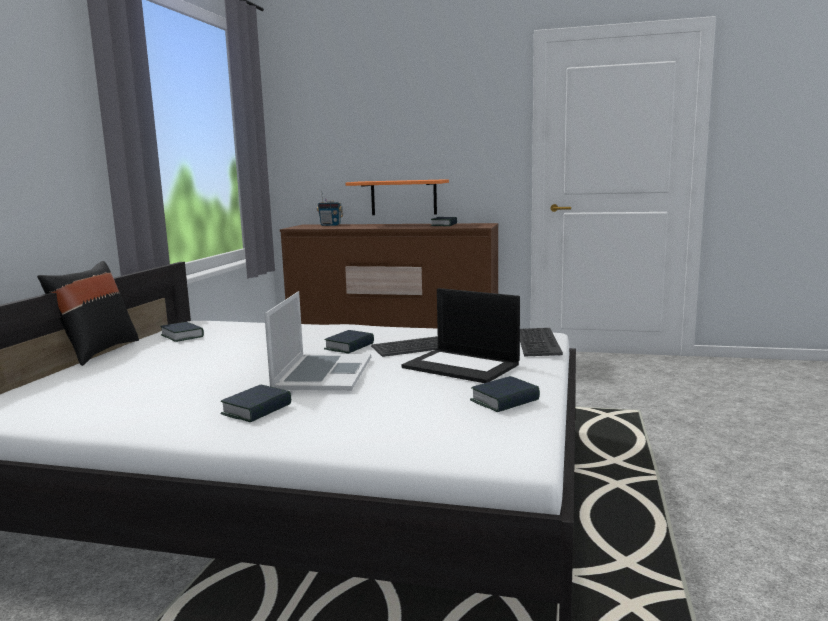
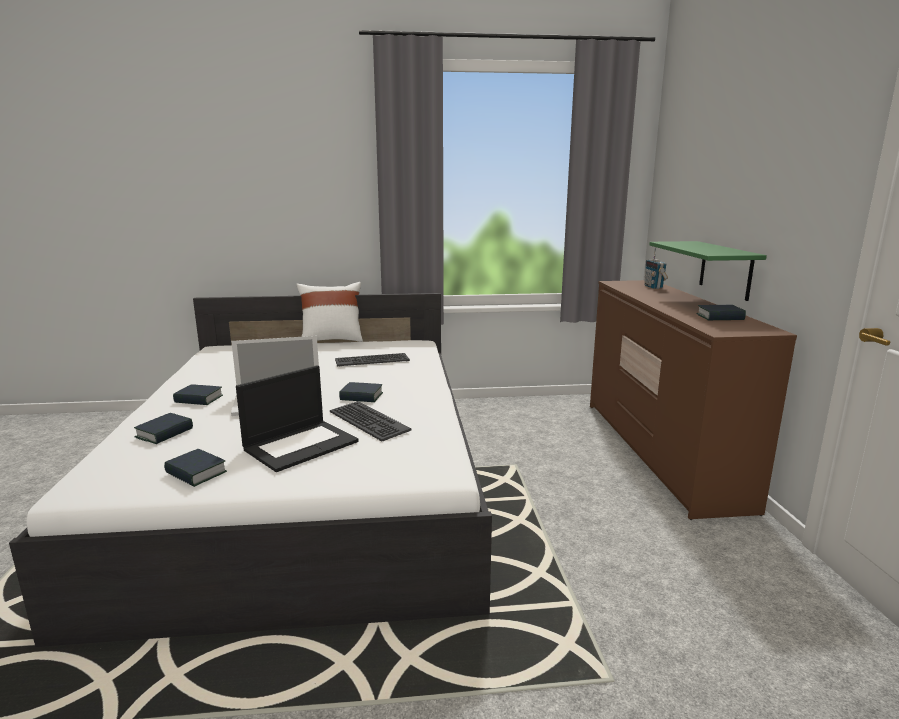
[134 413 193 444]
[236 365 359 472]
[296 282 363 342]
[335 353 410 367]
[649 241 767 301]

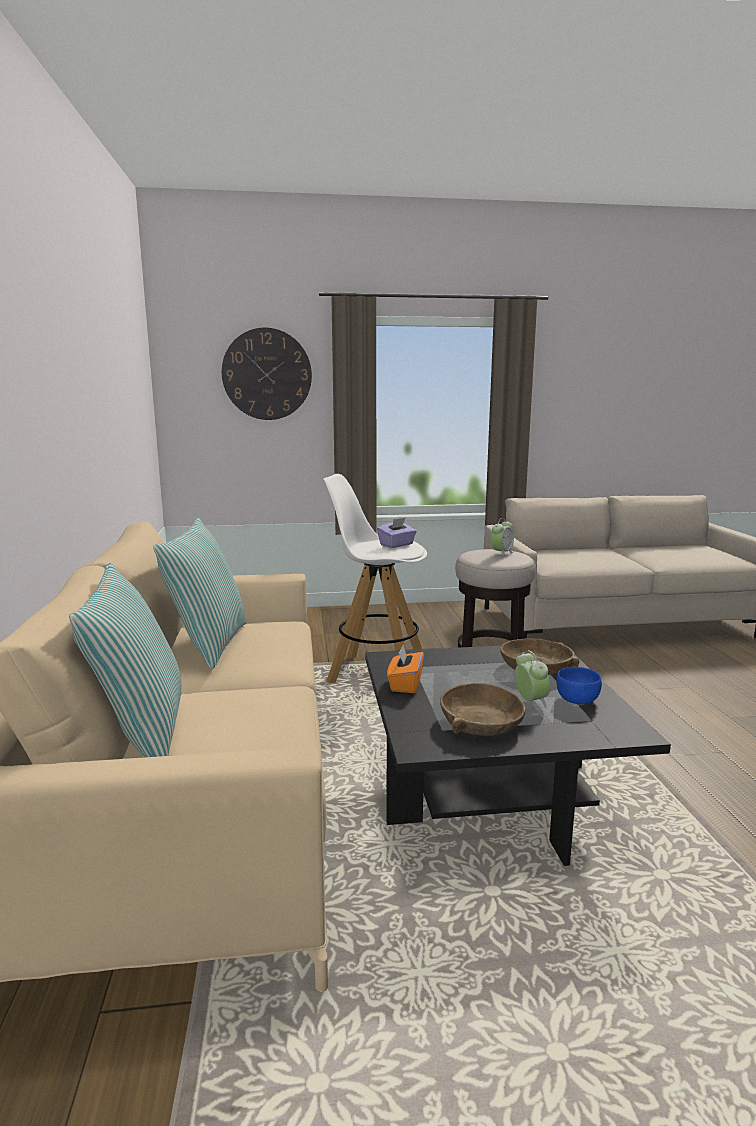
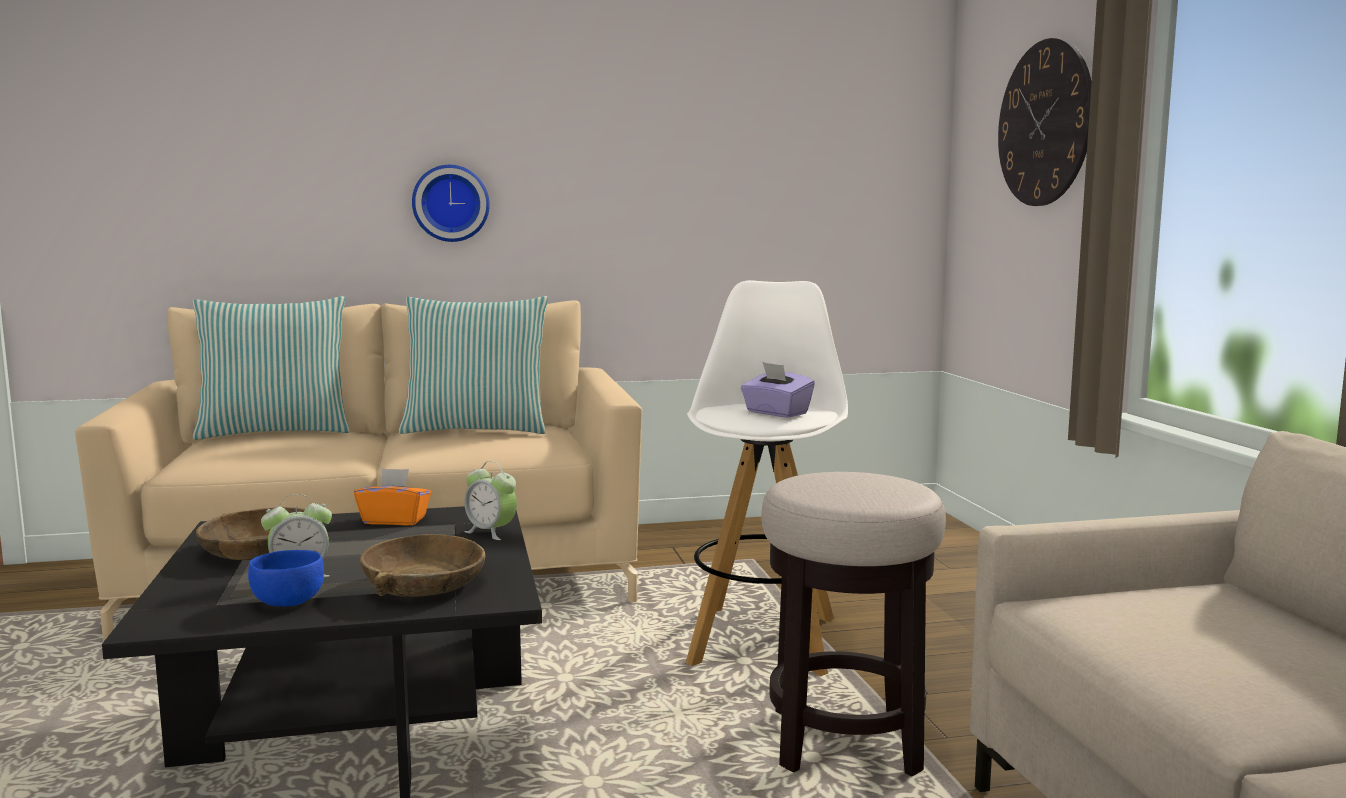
[412 165 490 242]
[464 461 517 540]

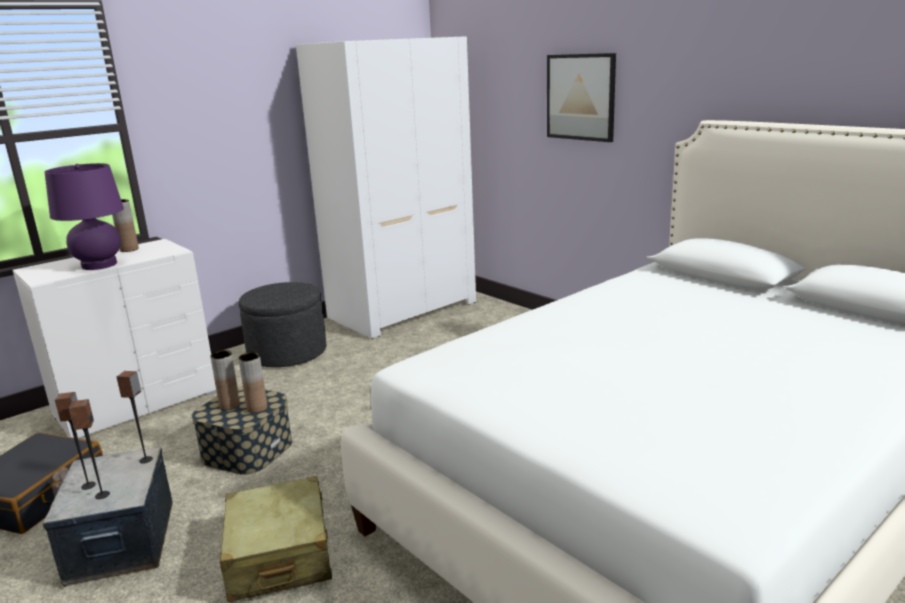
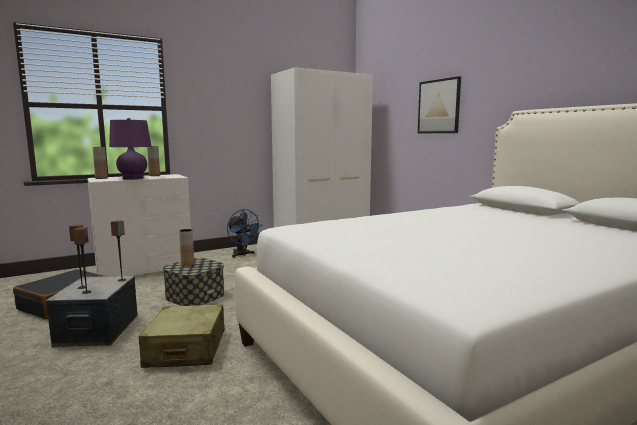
[92 147 108 179]
[227 209 262 258]

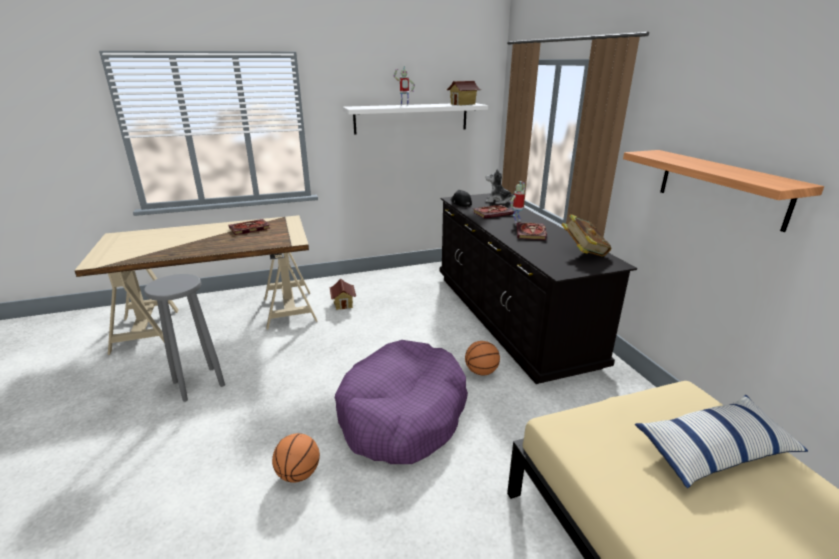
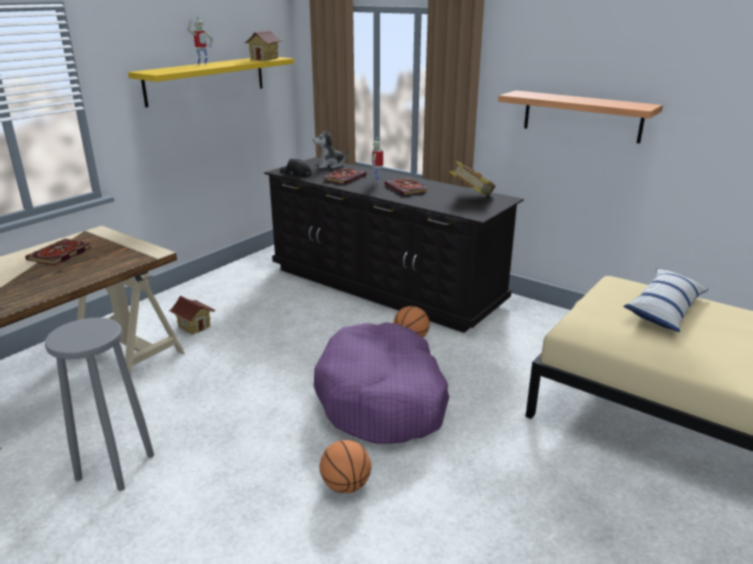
[128 57 294 107]

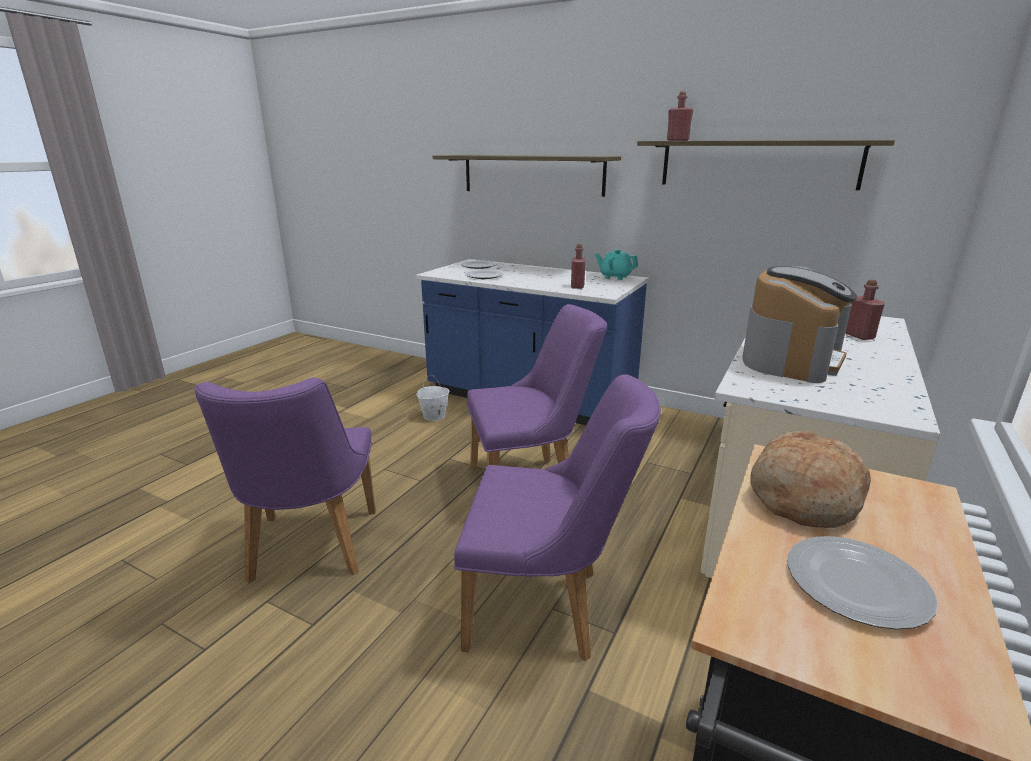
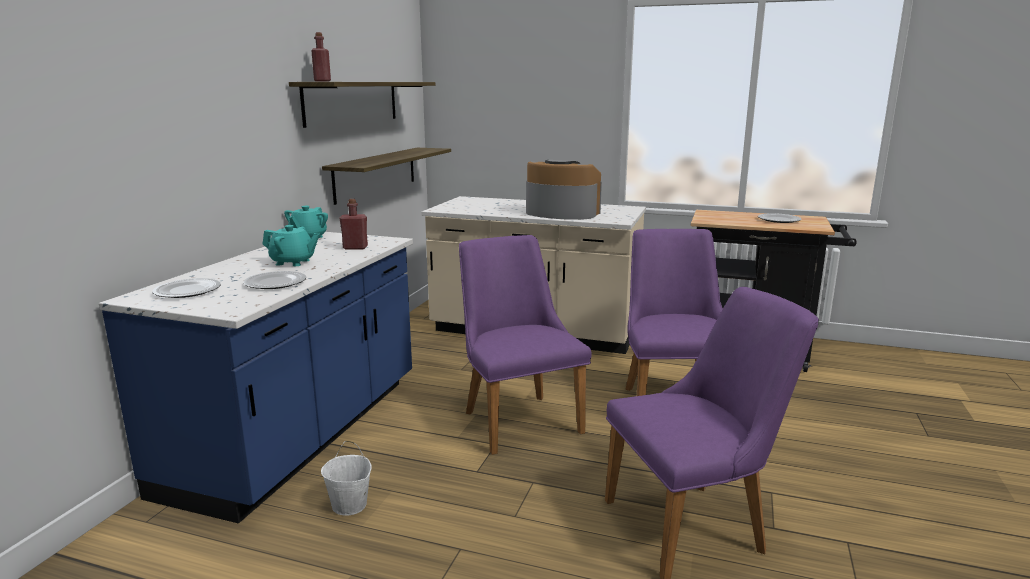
[263 225 320 266]
[322 148 451 205]
[751 431 871 528] (first image)
[845 280 885 340] (first image)

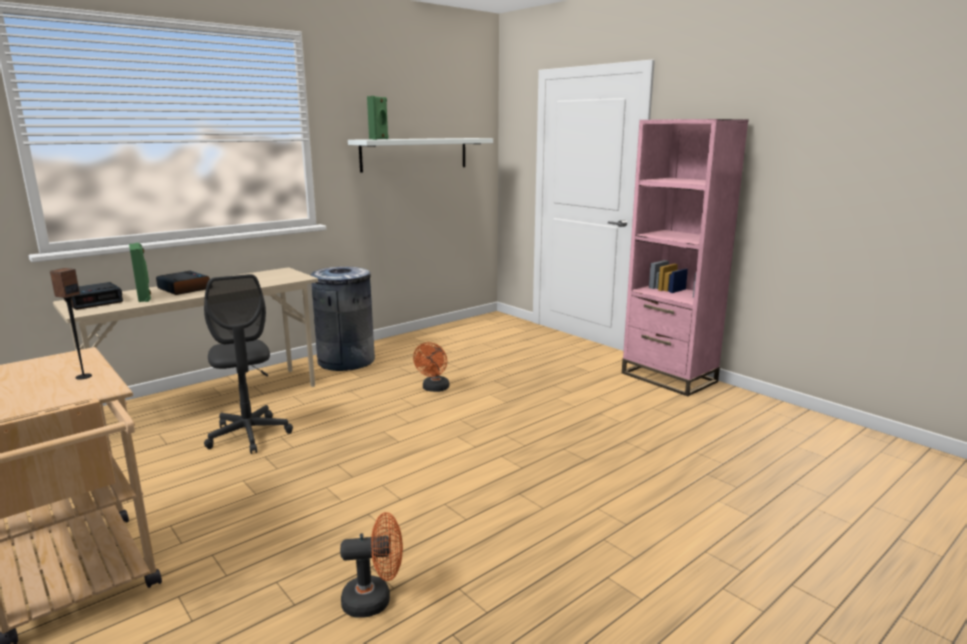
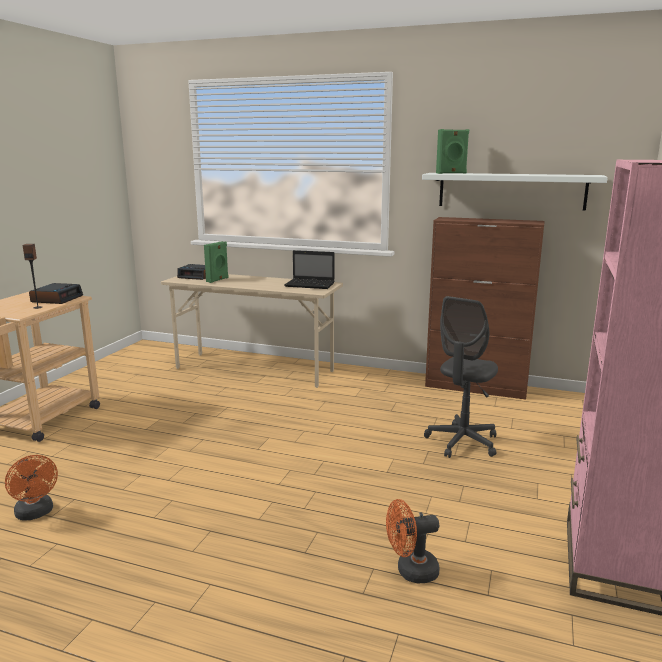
[29 283 83 304]
[284 250 335 289]
[386 499 440 584]
[424 296 498 458]
[425 217 545 400]
[308 267 375 371] (first image)

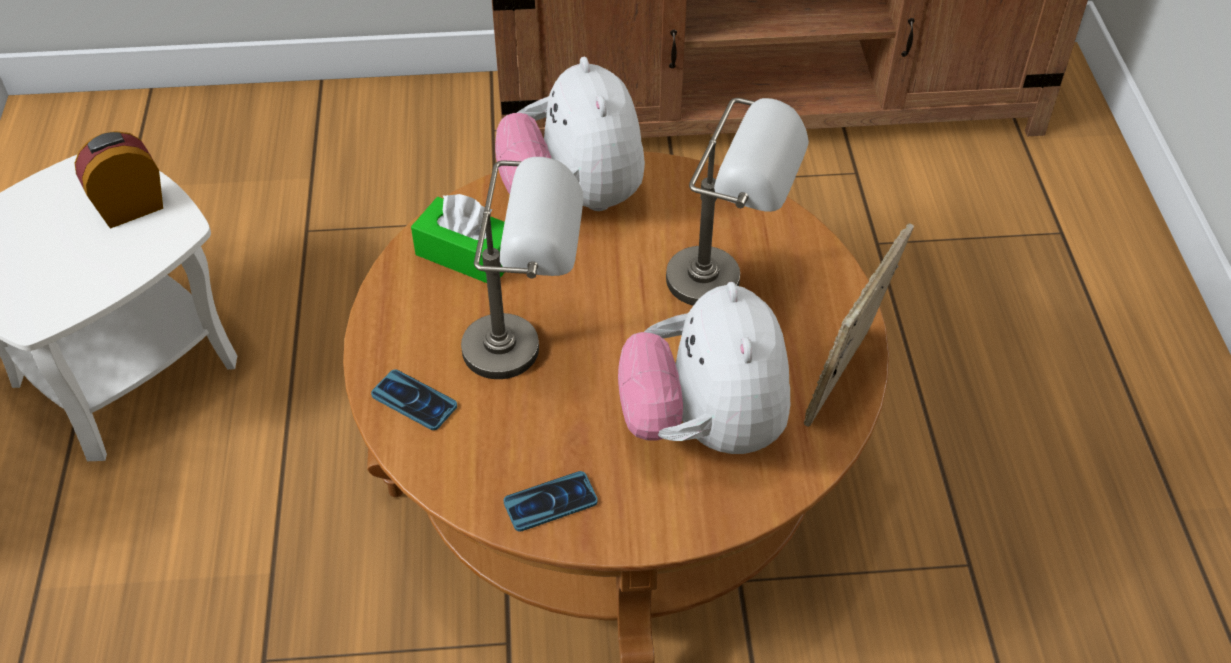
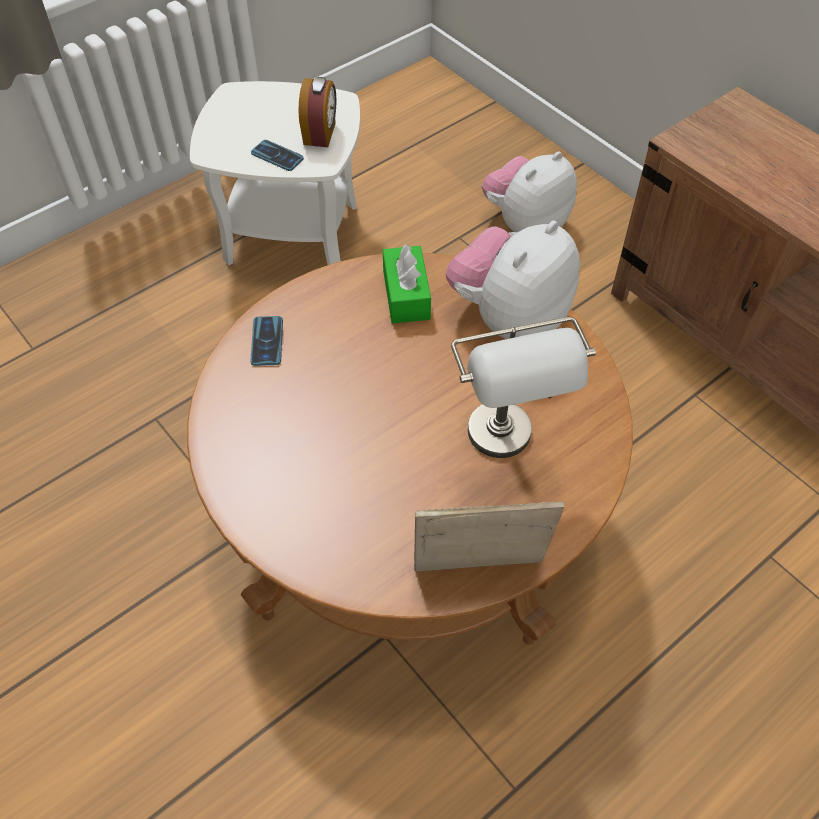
[251 140 304 171]
[299 77 336 147]
[482 151 577 232]
[461 157 583 379] (first image)

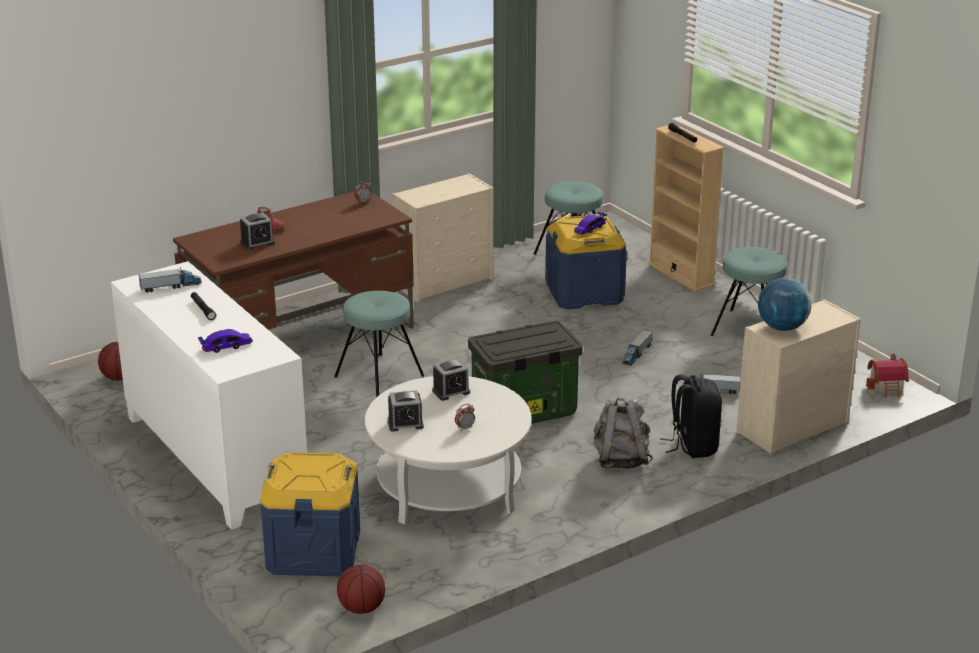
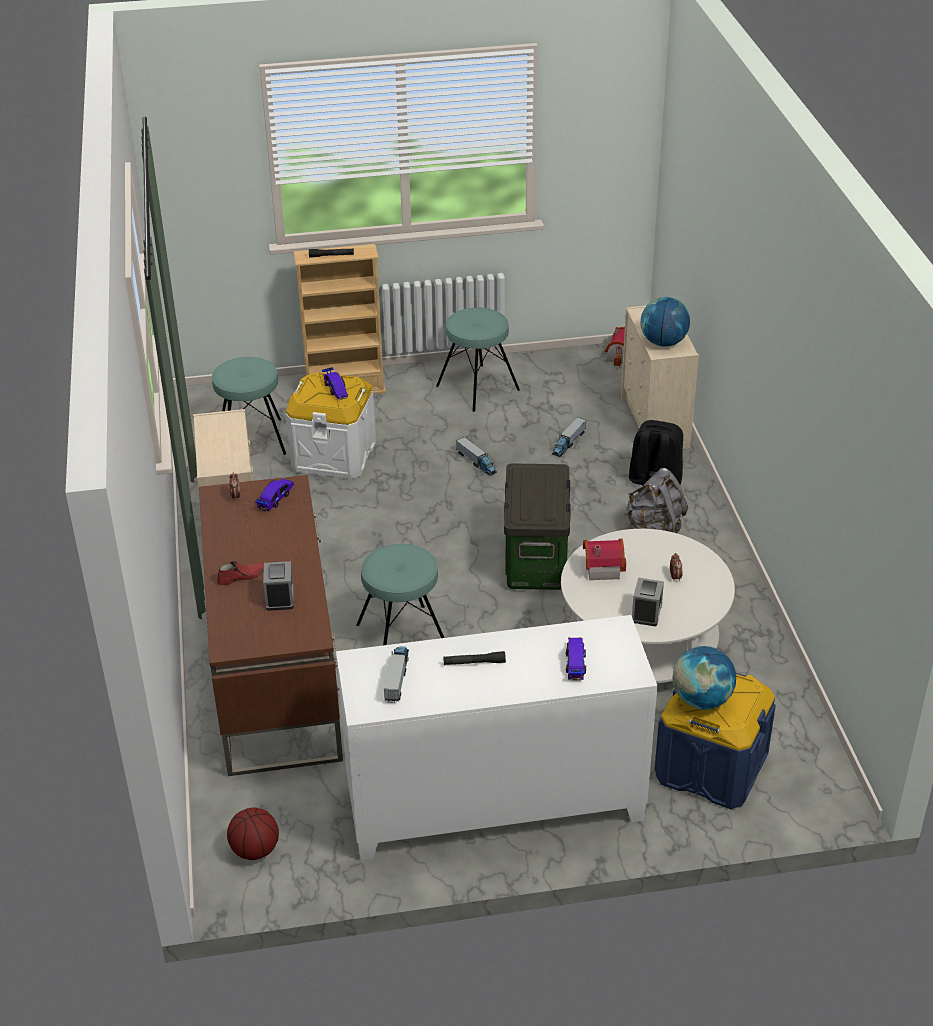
[255 478 294 511]
[286 372 376 479]
[583 538 626 580]
[673 646 736 710]
[337 565 386 614] (first image)

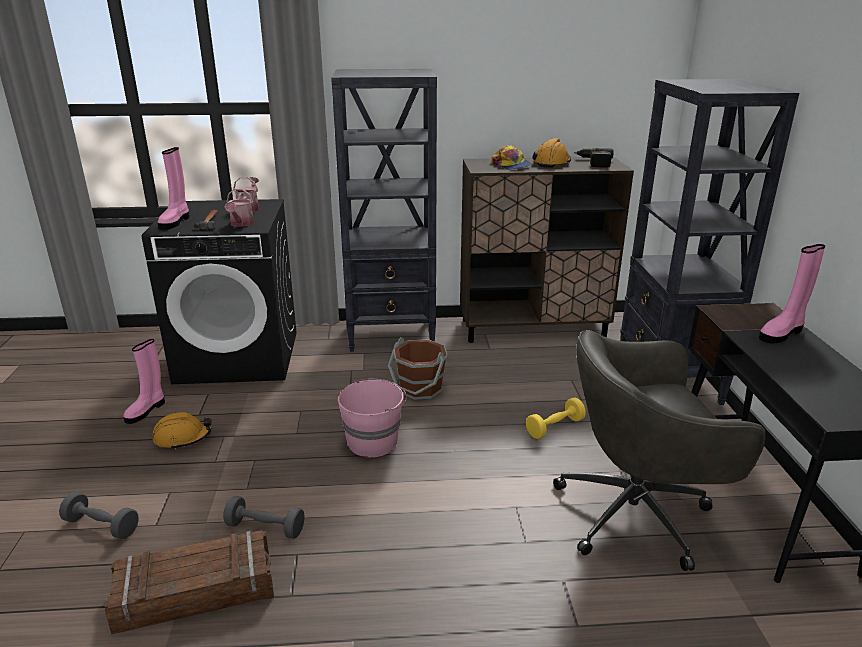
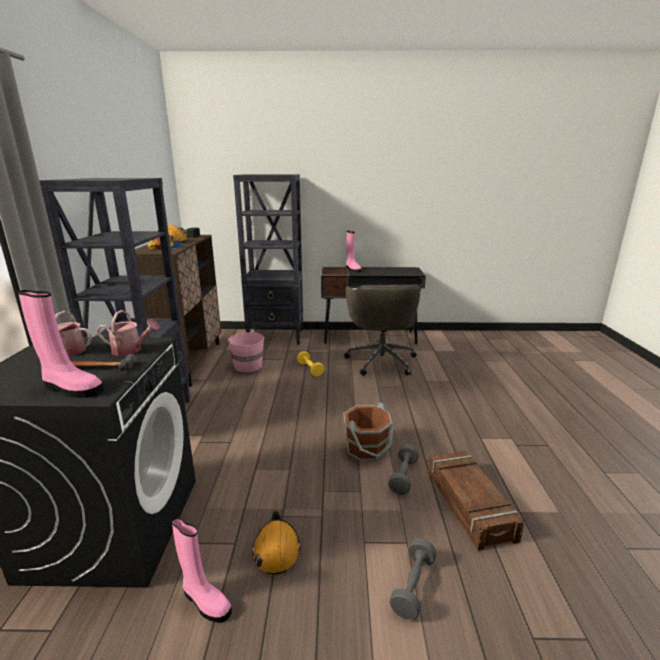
[227 332 264 373]
[343 403 394 461]

